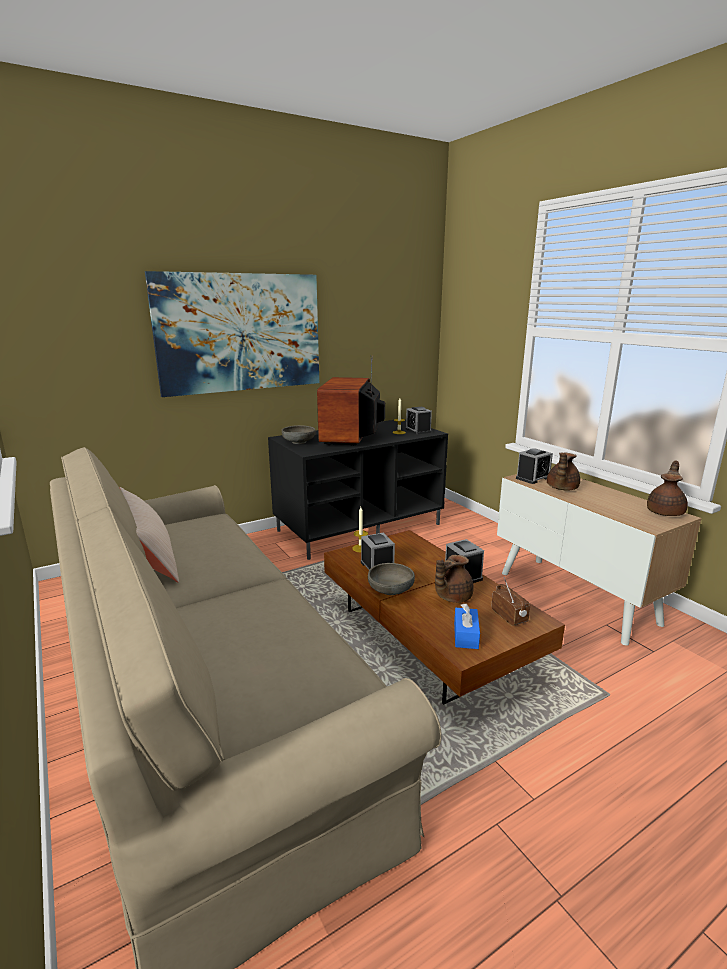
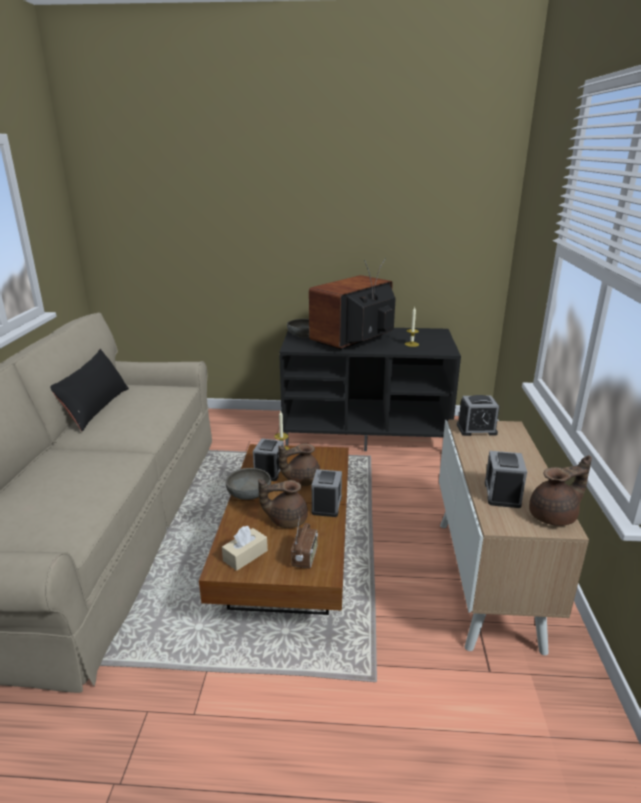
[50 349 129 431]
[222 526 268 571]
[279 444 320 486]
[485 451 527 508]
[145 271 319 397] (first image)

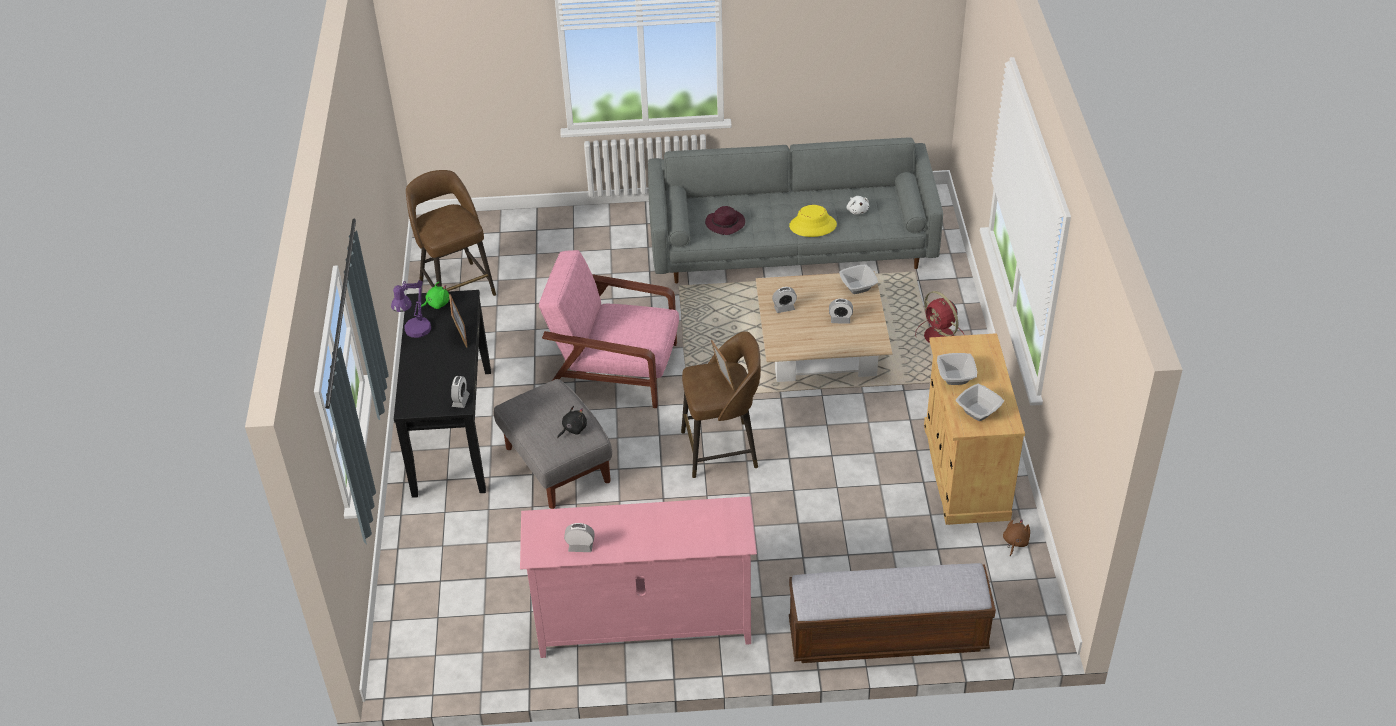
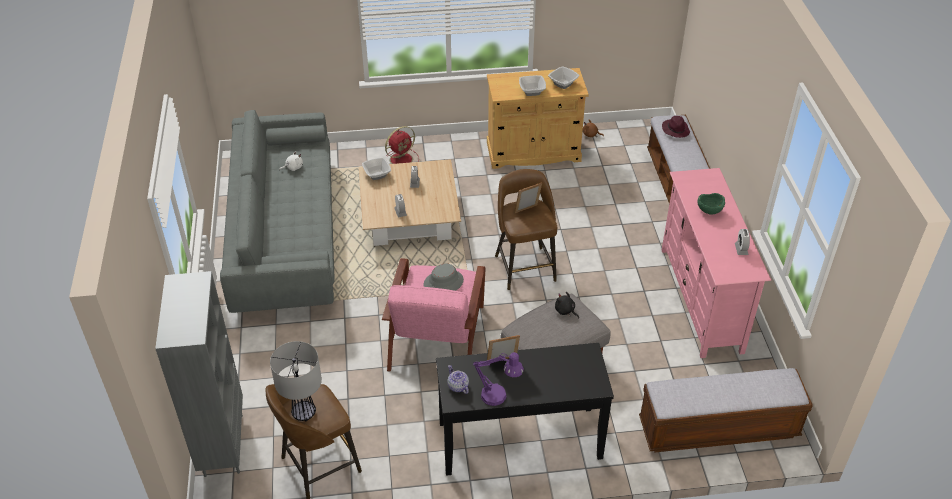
[155 271 243 477]
[270 341 322 421]
[423 264 464 291]
[447 365 469 394]
[639 368 813 453]
[662 116 690 138]
[698 193 725 215]
[451 376 470 408] (first image)
[789 205 837 237] (first image)

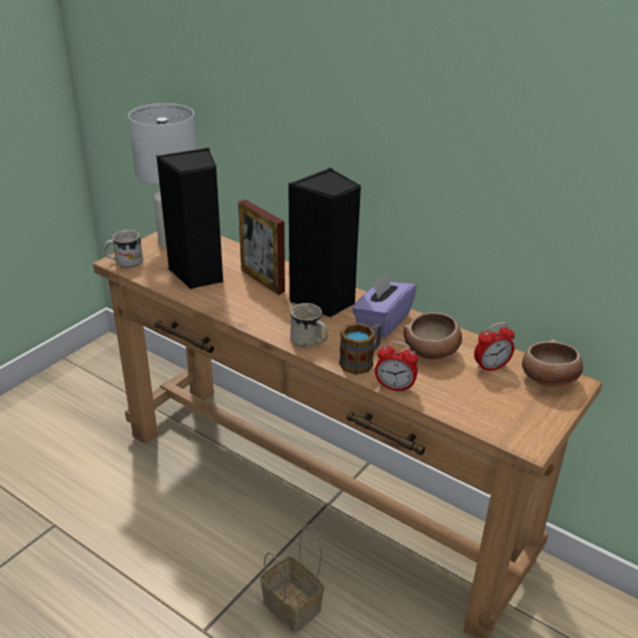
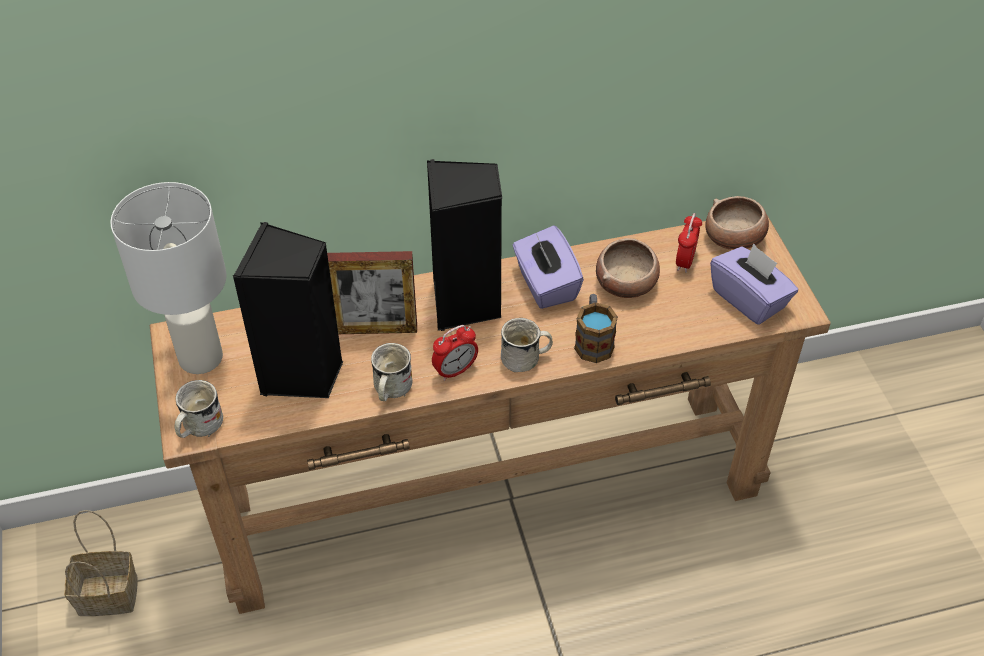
[64 510 138 616]
[371 343 413 401]
[432 325 478 381]
[710 243 798 325]

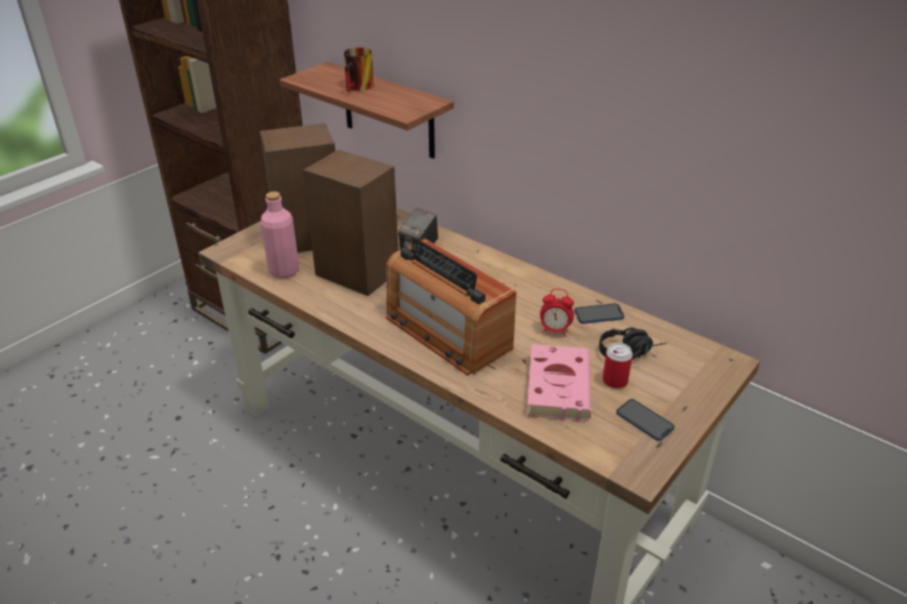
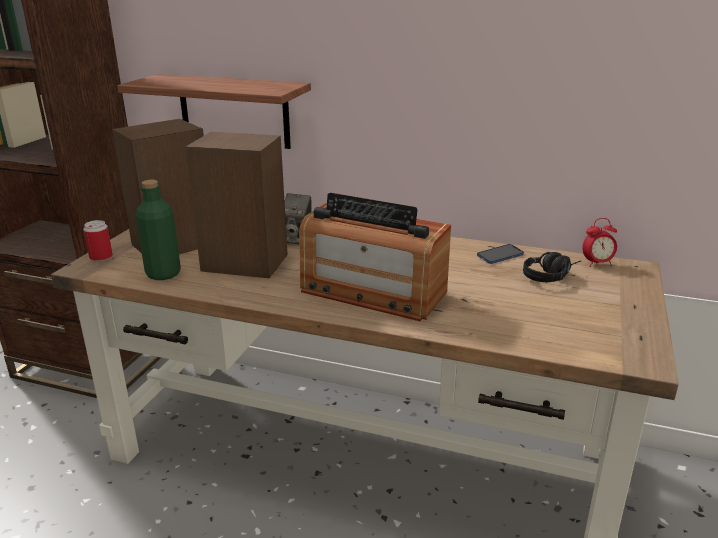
[83 220 113 261]
[135 180 181 280]
[582 218 617 267]
[344 47 374 92] (first image)
[527 344 591 422] (first image)
[616 399 675 441] (first image)

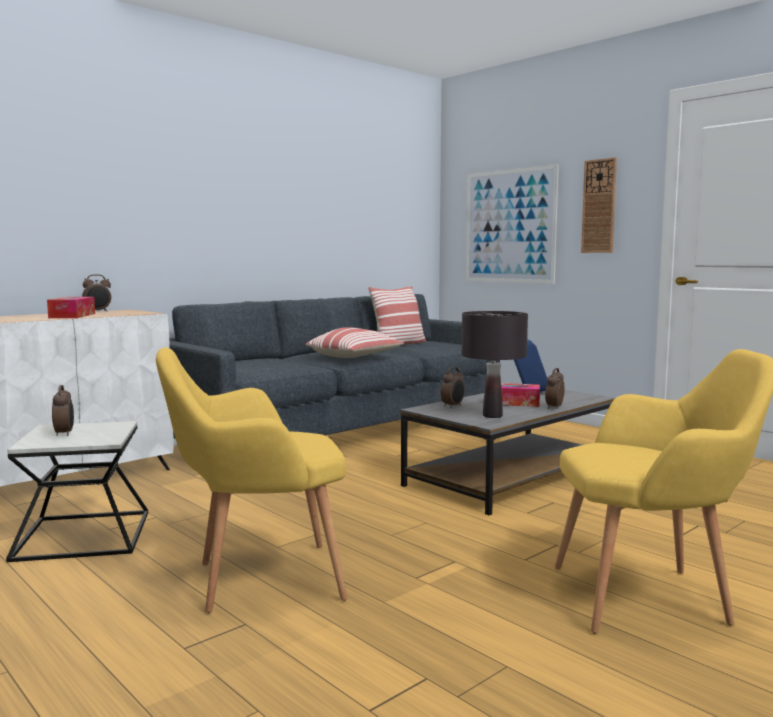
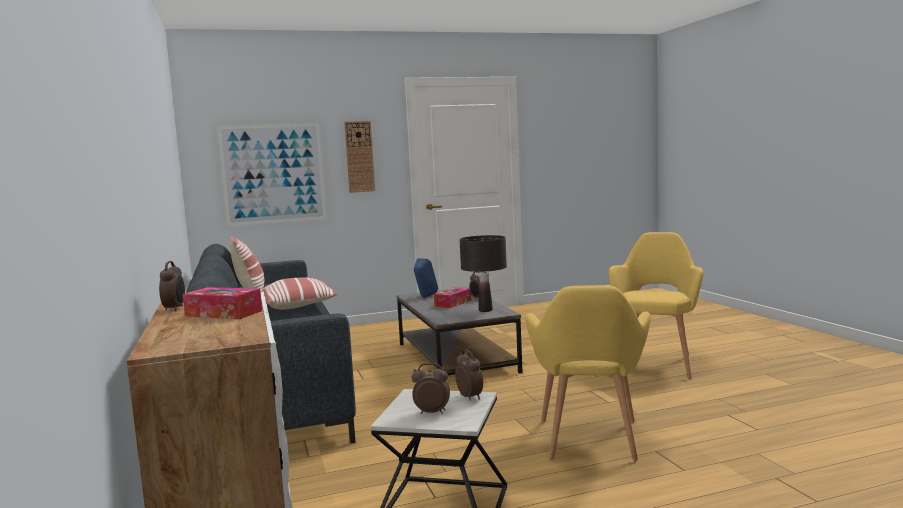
[455 349 483 400]

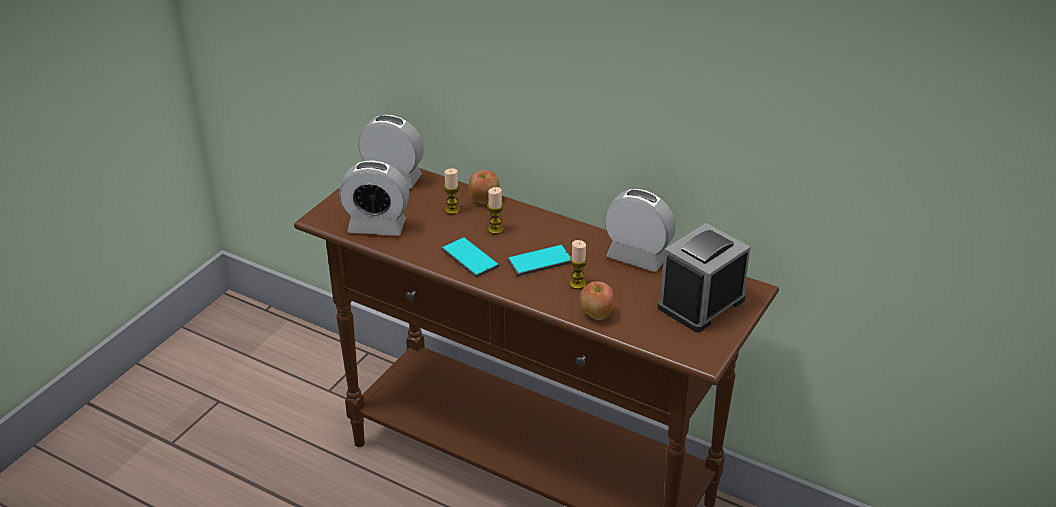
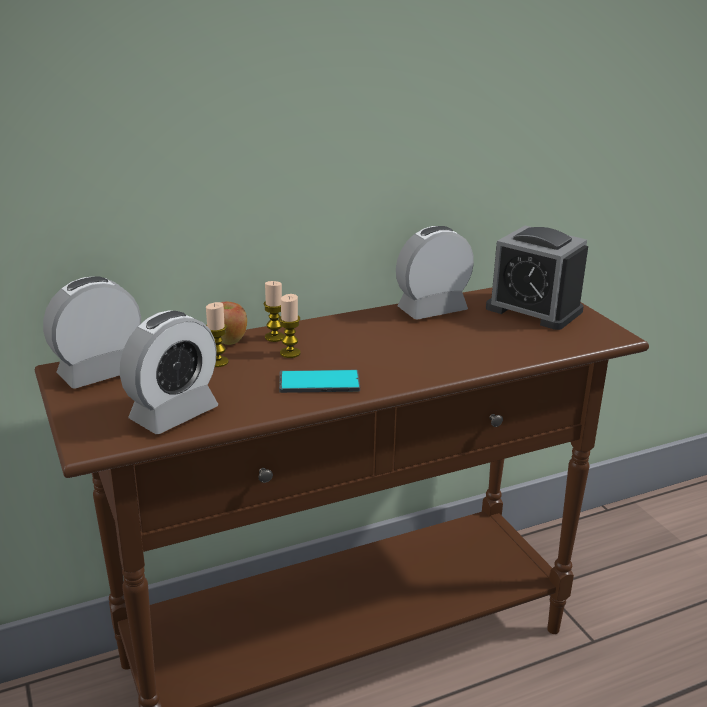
[264 281 285 342]
[486 226 588 330]
[507 244 571 276] (first image)
[580 281 615 320] (first image)

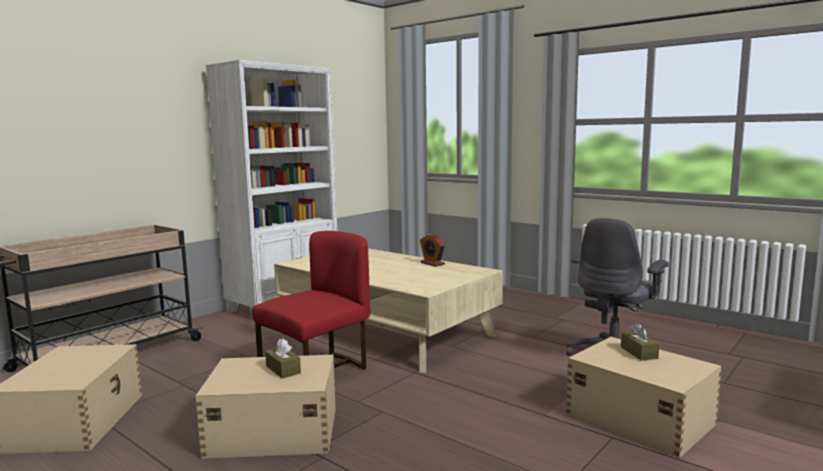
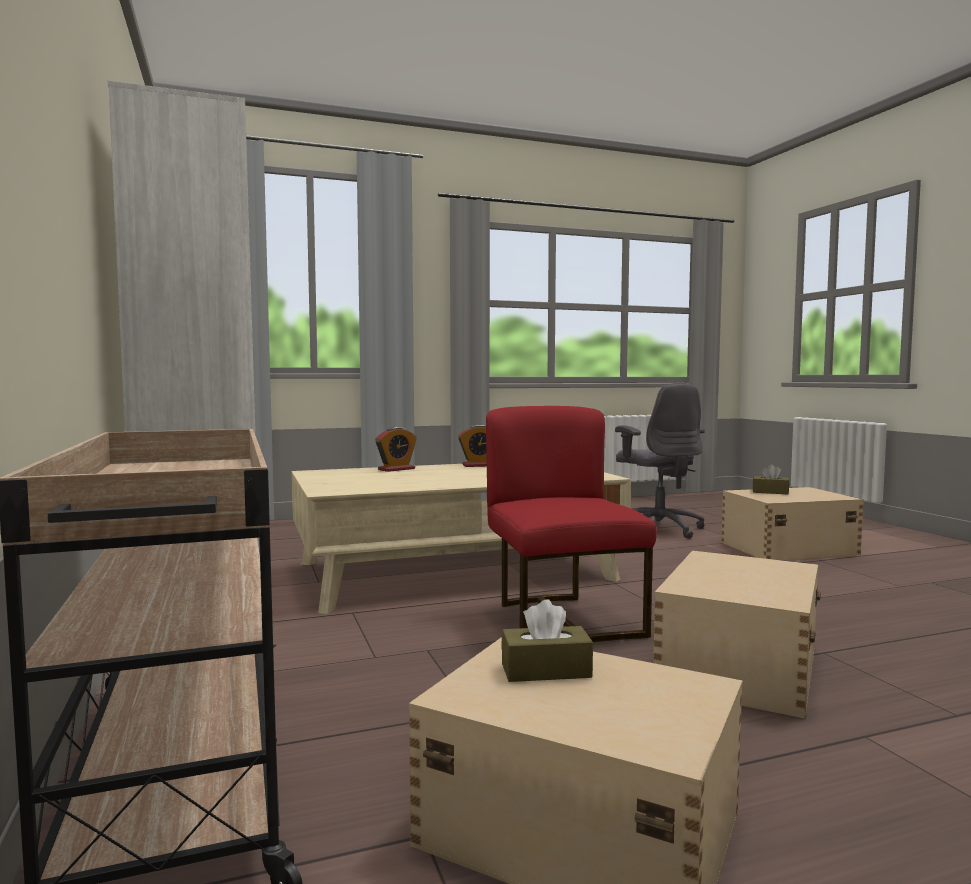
[375 427 417 472]
[501 599 593 682]

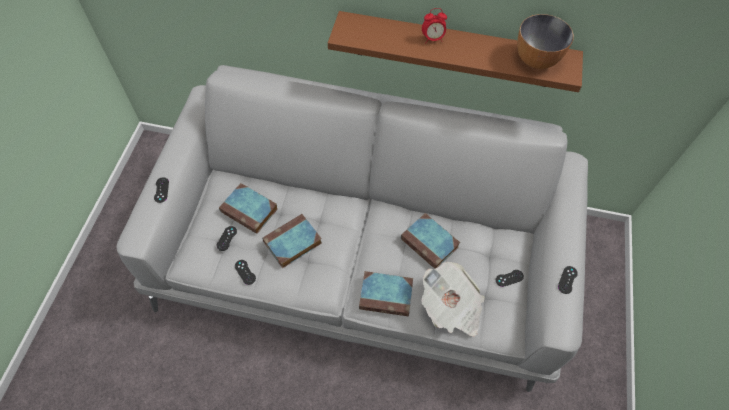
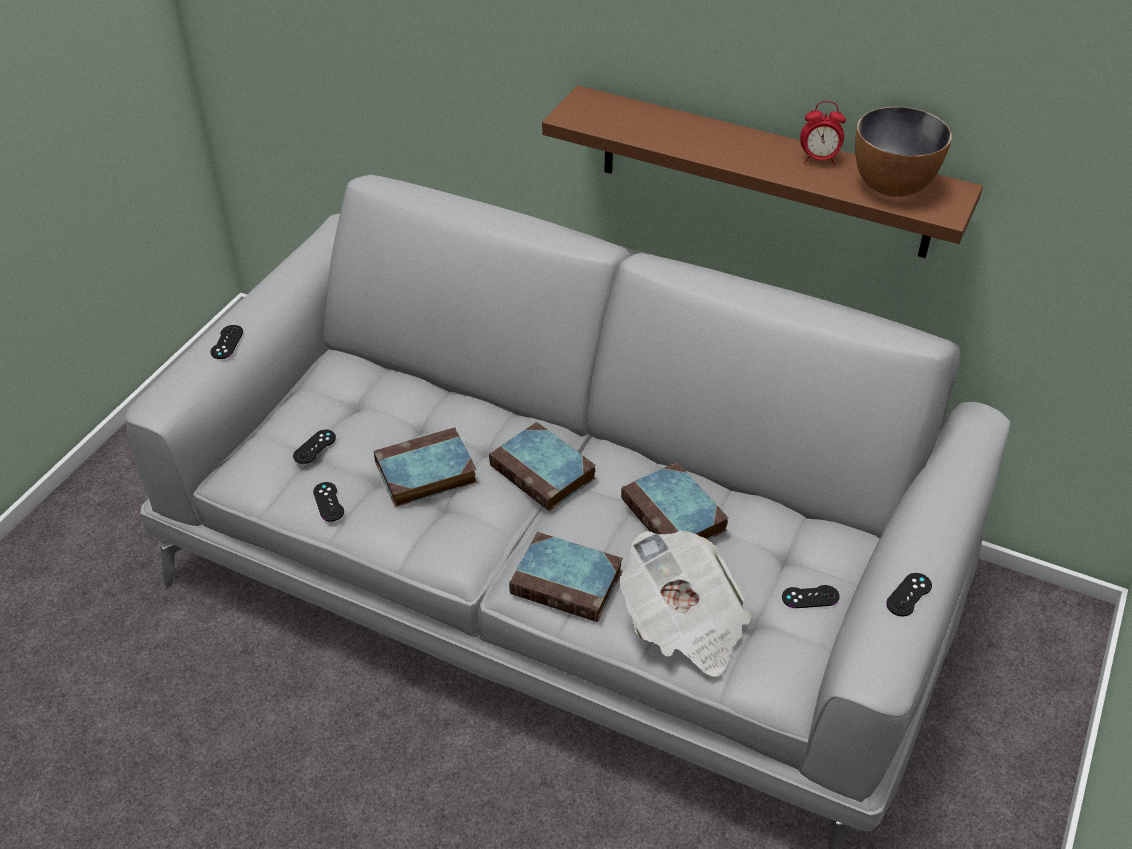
[489 422 596 511]
[800 101 846 165]

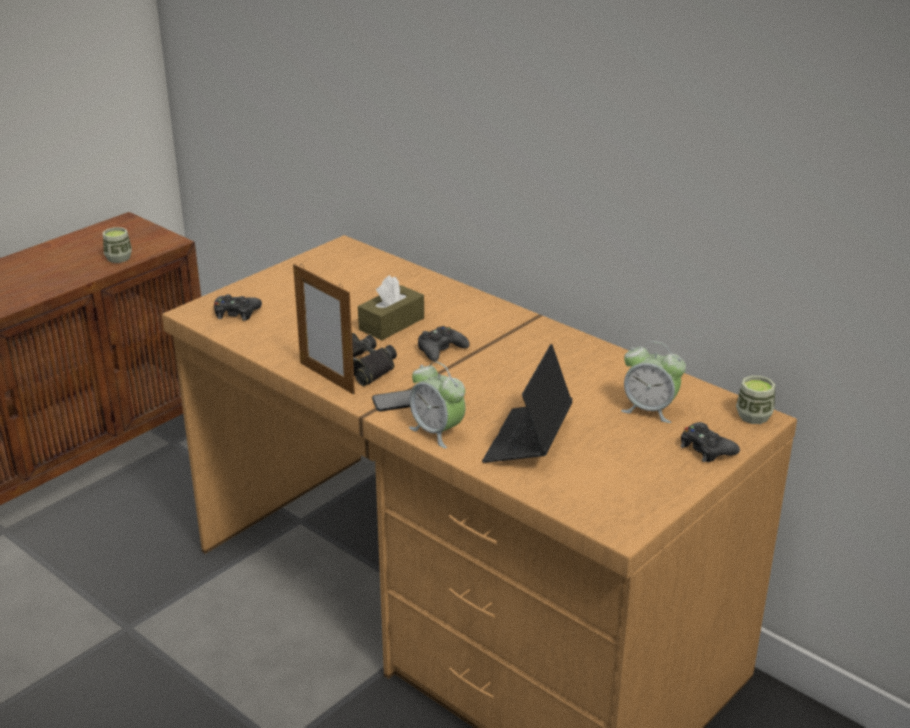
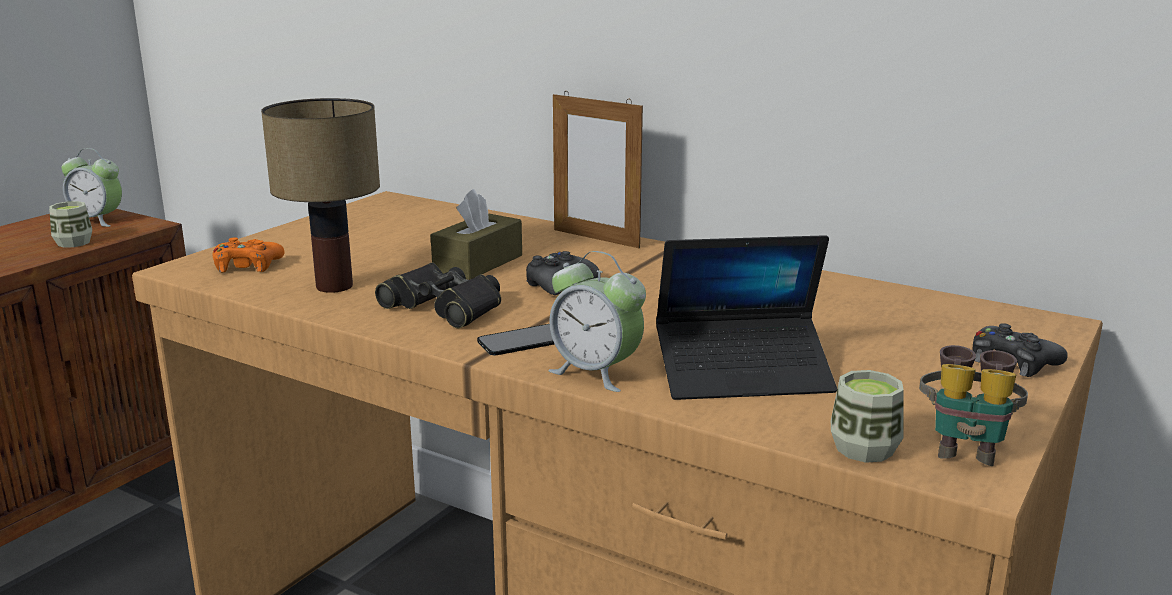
[62 148 122 227]
[212 237 284 272]
[261 98 380 293]
[553 91 643 248]
[656 235 837 400]
[831 370 904 463]
[919 345 1028 466]

